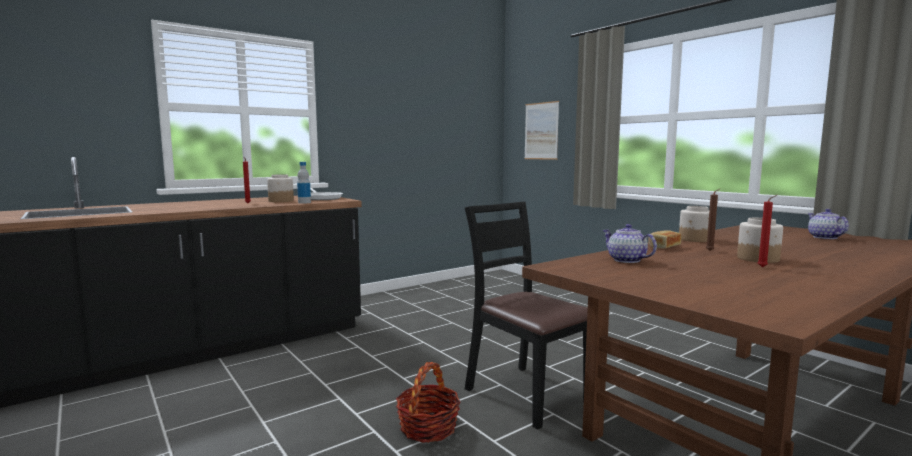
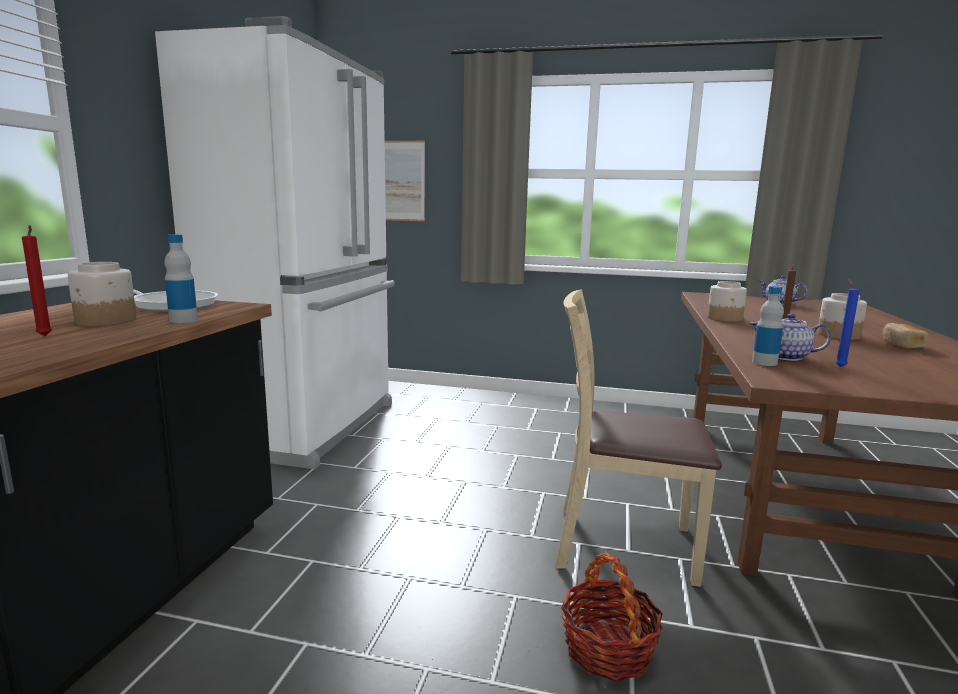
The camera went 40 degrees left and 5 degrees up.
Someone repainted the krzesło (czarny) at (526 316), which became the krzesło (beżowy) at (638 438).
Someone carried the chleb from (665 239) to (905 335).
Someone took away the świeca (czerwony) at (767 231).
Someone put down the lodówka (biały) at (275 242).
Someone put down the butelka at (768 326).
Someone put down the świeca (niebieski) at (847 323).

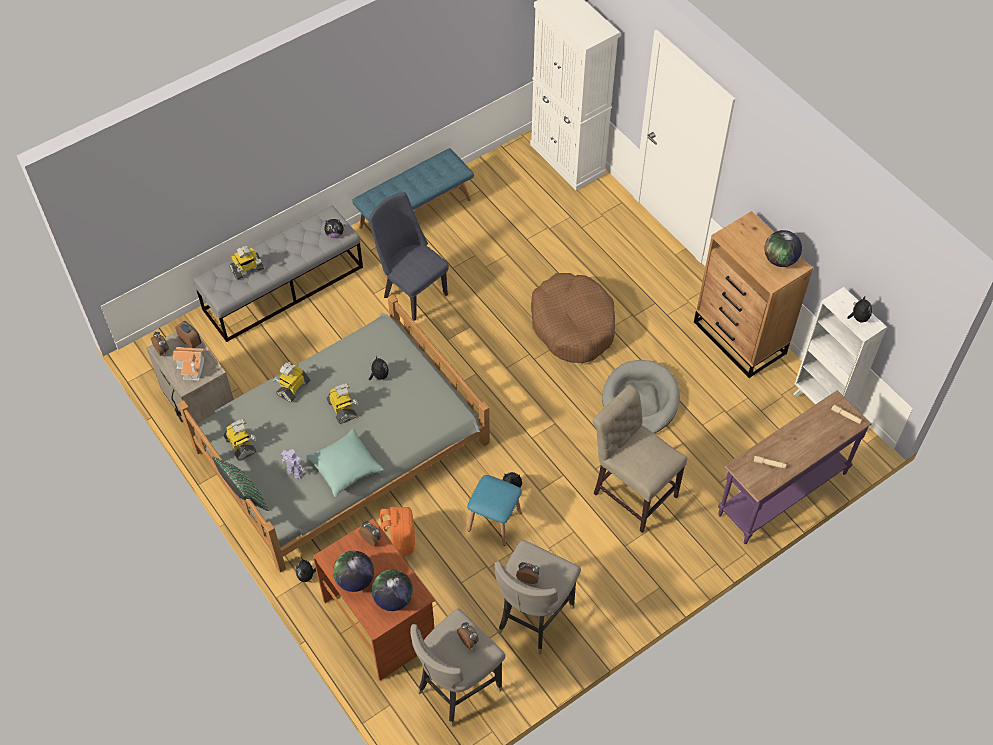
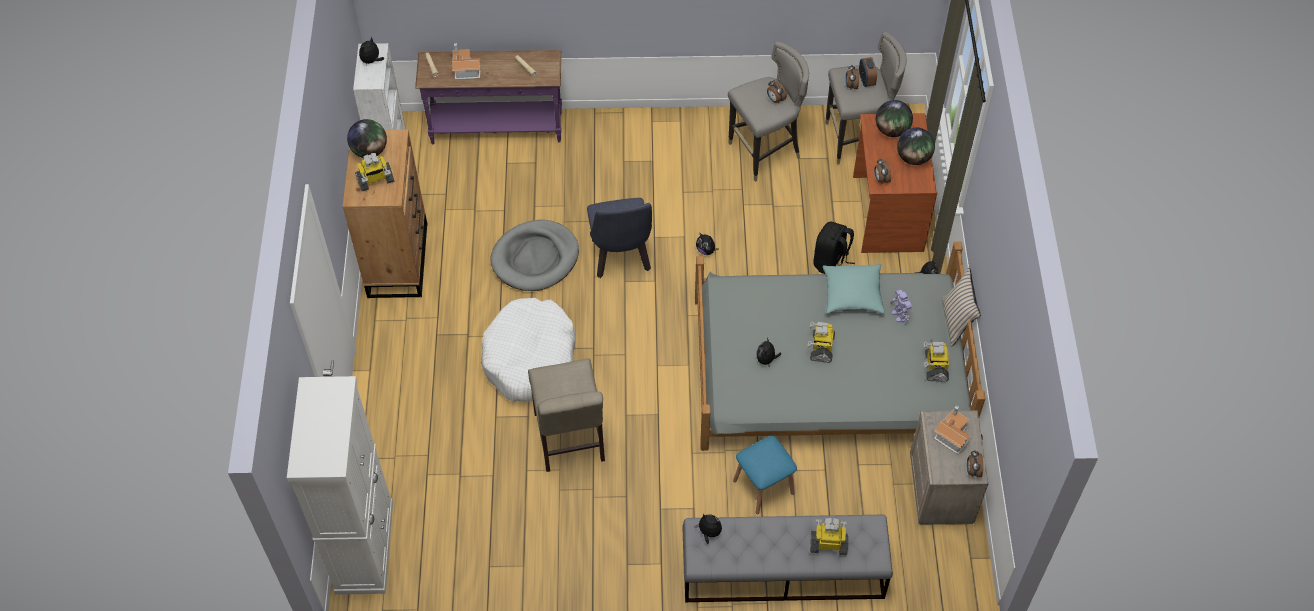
The camera went 145 degrees left and 0 degrees up.
Someone carried the budzik from (188 334) to (868 72).
Someone repainted the poduszka (zielony) at (240 483), which became the poduszka (beżowy) at (961 307).
Someone carried the robot zabawkowy from (291 382) to (374 172).
Someone took away the ławka (niebieski) at (413 190).
Someone carried the krzesło (niebieski) from (409 256) to (619 238).
Someone repainted the plecak (pomarańczowy) at (397 532), which became the plecak (czarny) at (834 247).
Someone carried the stołek (niebieski) from (494 510) to (765 475).
Someone repainted the legowisko (brązowy) at (573 318), which became the legowisko (biały) at (528 350).
Someone carried the krzesło (beżowy) from (640 459) to (566 415).
Someone put down the domek at (466 61).

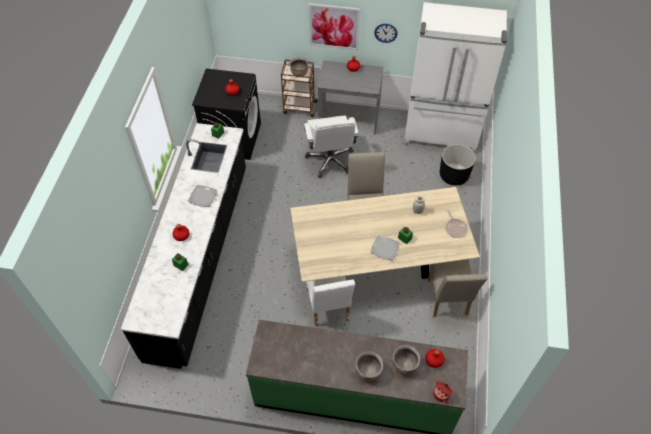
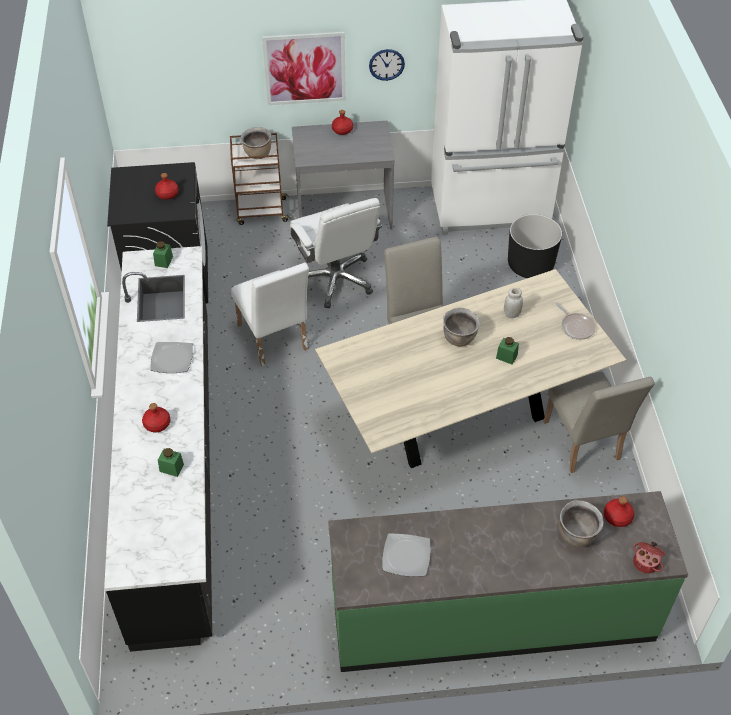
The camera went 15 degrees left and 5 degrees down.
Someone carried the krzesło (biały) from (330 301) to (270 314).
Someone carried the garnek (brązowy) from (369 366) to (461 327).
Someone carried the talerz from (385 247) to (406 555).

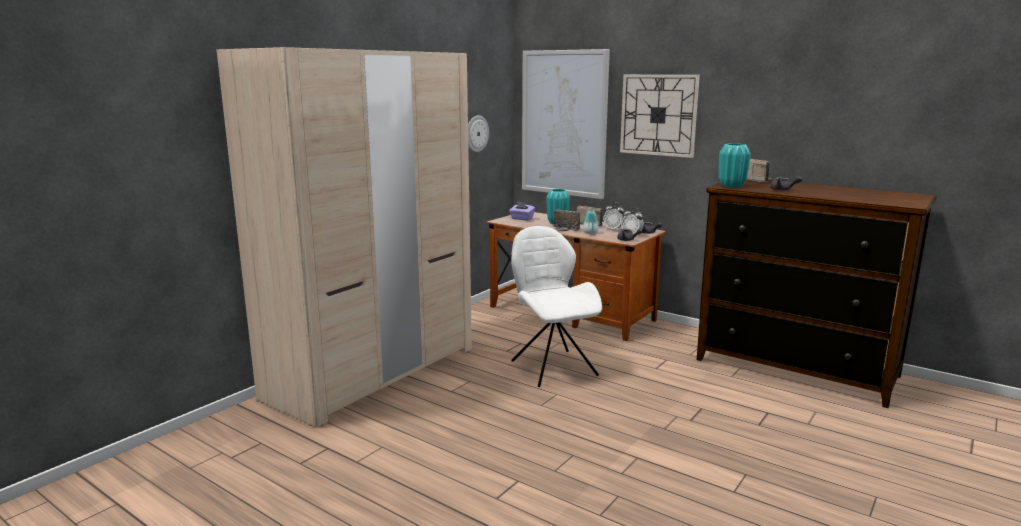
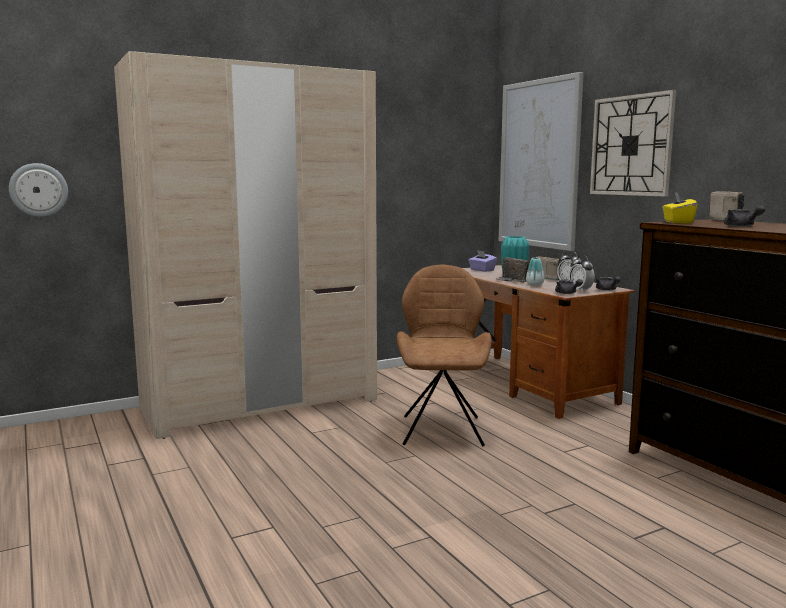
The camera went 25 degrees right and 5 degrees down.
Someone carried the zegar ścienny from (478 133) to (38 190).
Someone repainted the krzesło (biały) at (556 306), which became the krzesło (brązowy) at (444 355).
Someone swapped the wazon (turkusowy) at (735 166) for the pudełko chusteczek (żółty) at (679 207).

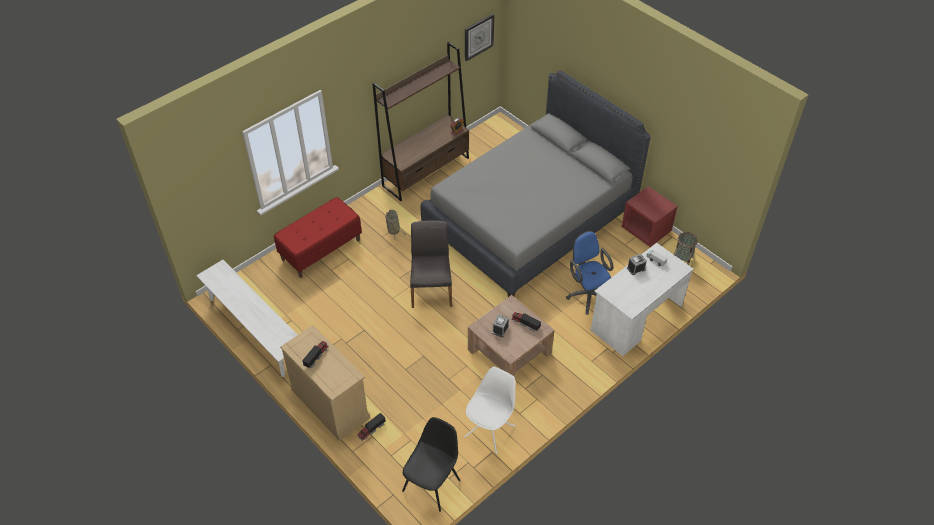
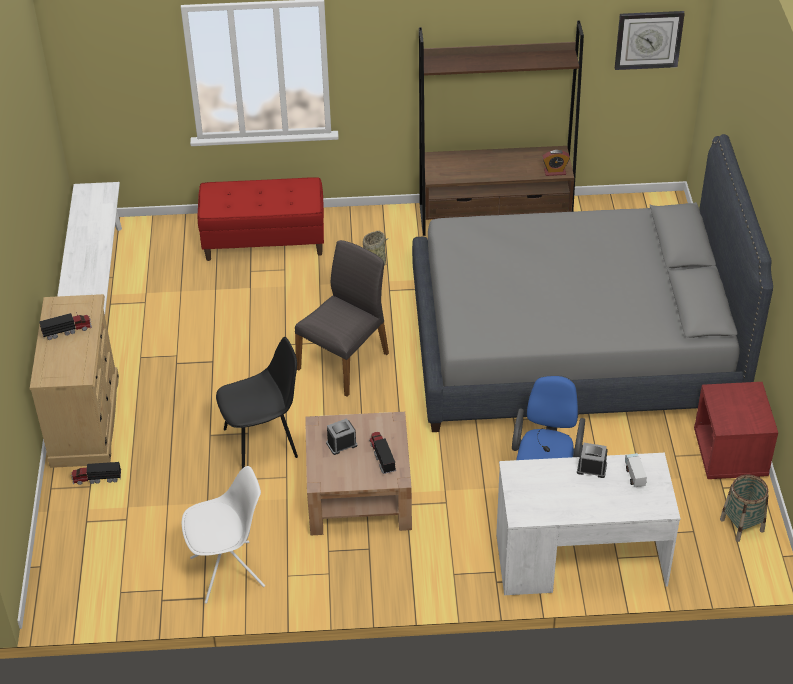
The camera went 40 degrees right and 5 degrees down.
Someone carried the krzesło (czarny) from (431 464) to (257 402).

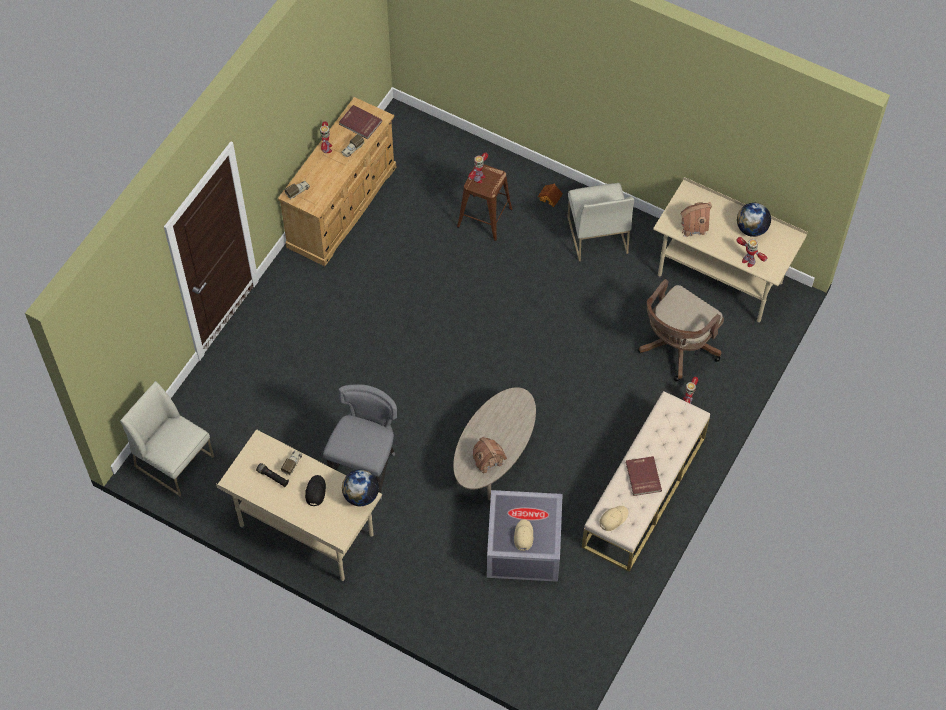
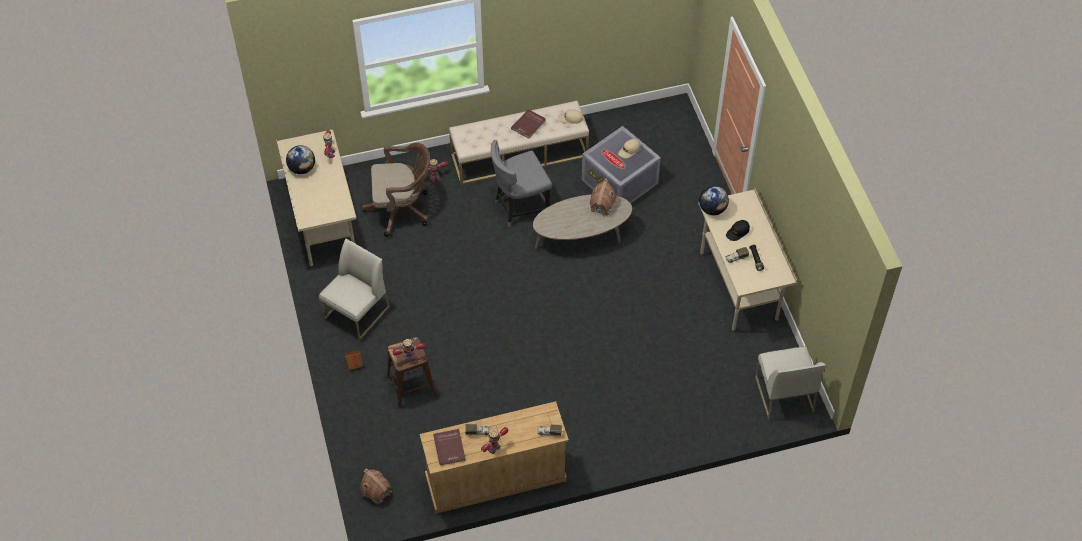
The camera went 135 degrees left and 5 degrees down.
Someone carried the krzesło (szary) from (360 442) to (521 183).
Someone carried the domek from (696 219) to (376 486).

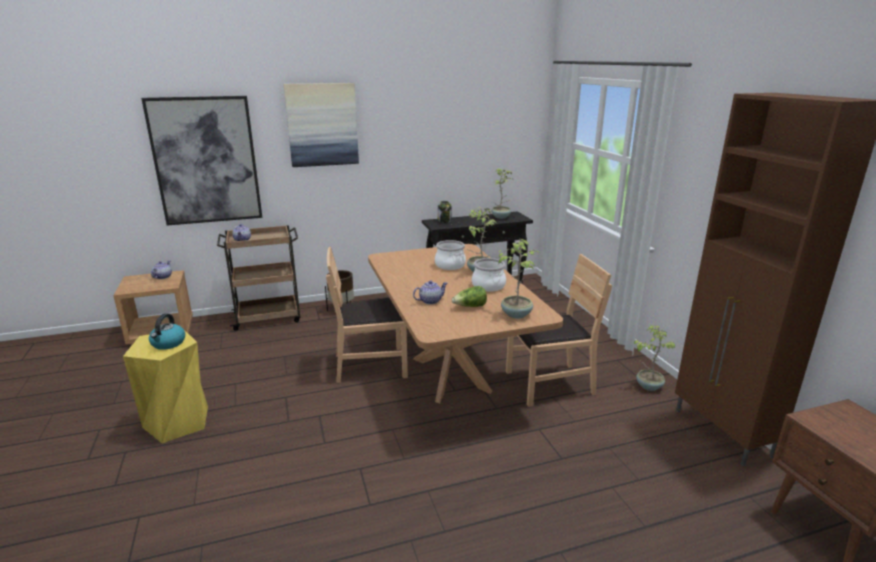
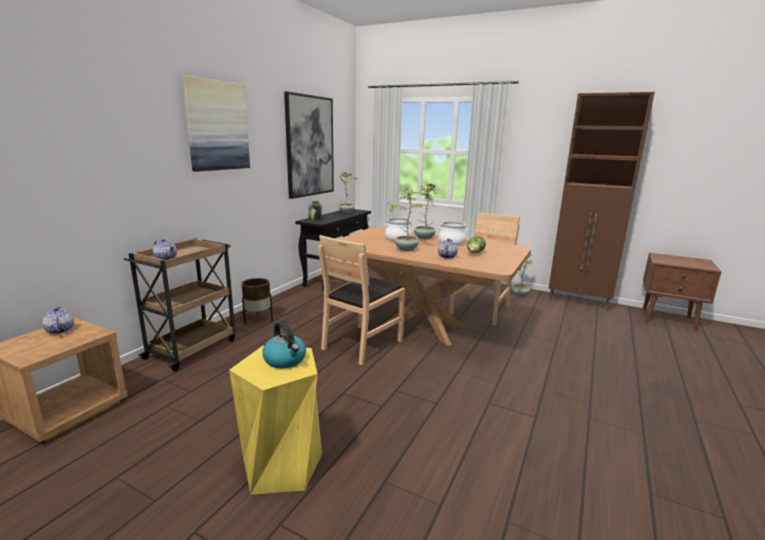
The camera went 45 degrees left and 5 degrees down.
Someone carried the obraz from (201 160) to (309 145).
Someone carried the roślina doniczkowa from (518 279) to (405 220).

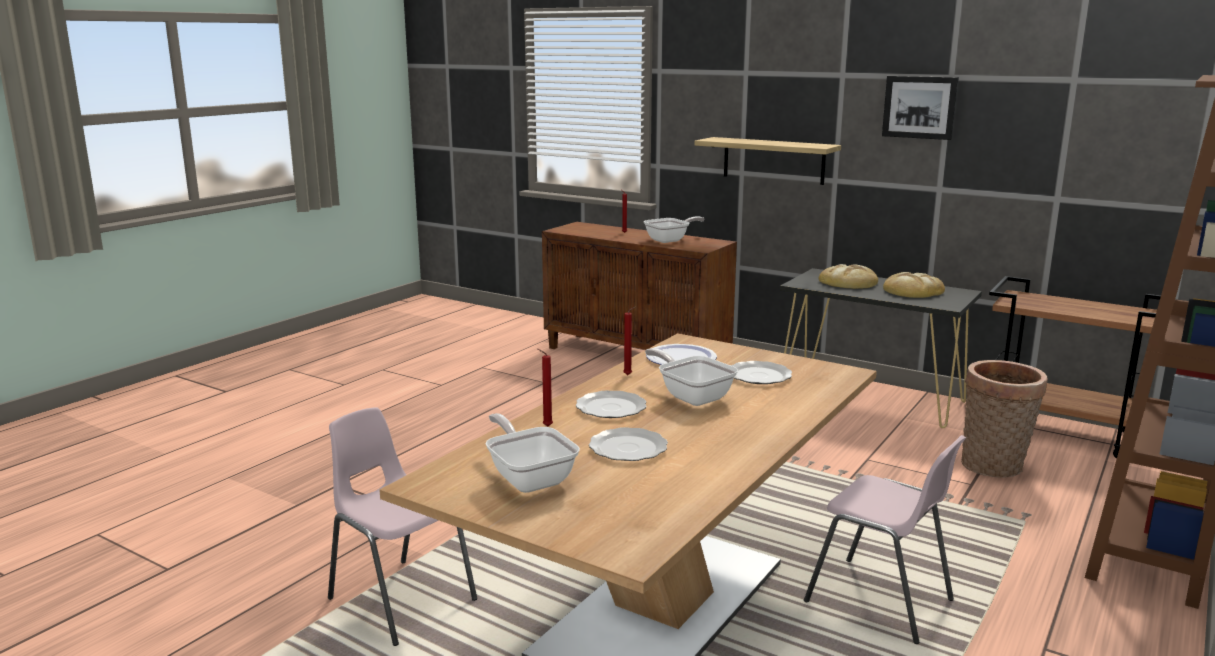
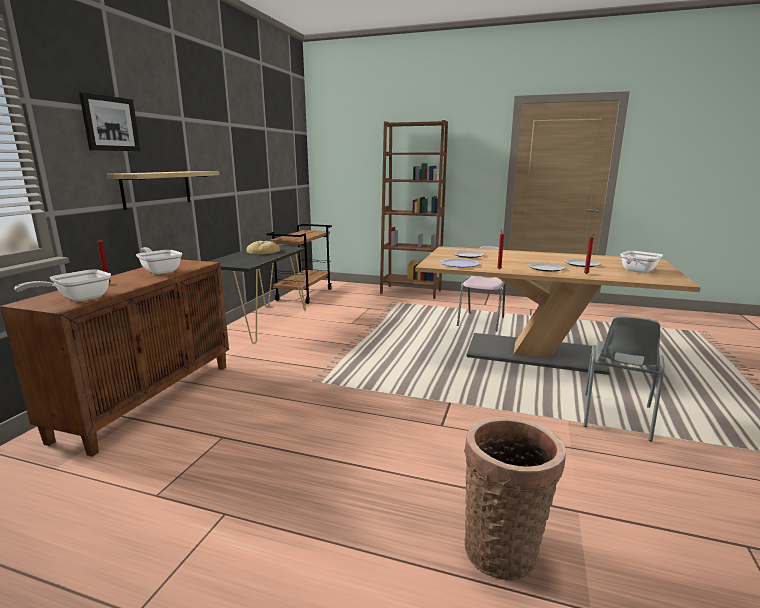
The camera went 105 degrees left and 0 degrees up.
Someone repainted the krzesło (różowy) at (402 526), which became the krzesło (szary) at (624 379).
Someone carried the patelnia from (691 377) to (62 285).
Someone took away the chleb at (848 276).
Someone carried the obraz from (920 108) to (109 121).
Someone carried the koszyk from (1004 419) to (515 498).

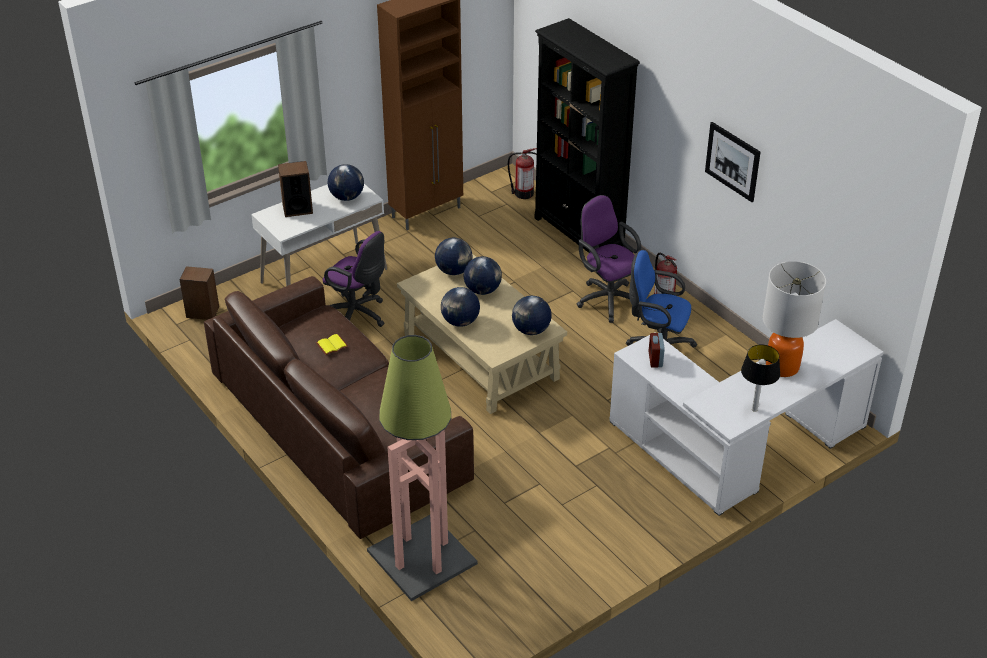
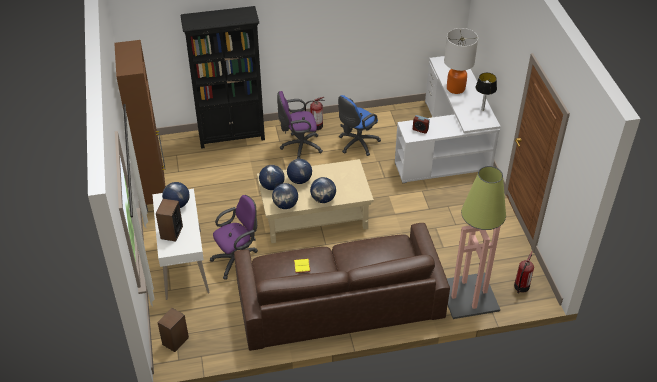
The camera went 65 degrees left and 5 degrees up.
Someone carried the gaśnica from (522 173) to (524 272).
Someone carried the globus from (532 315) to (285 196).
Someone took away the obraz at (733 162).

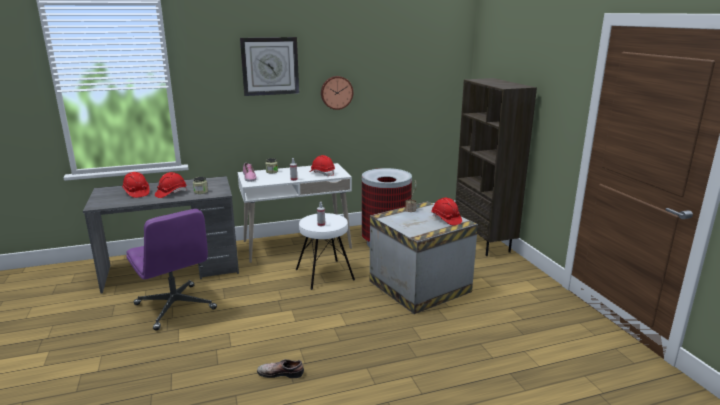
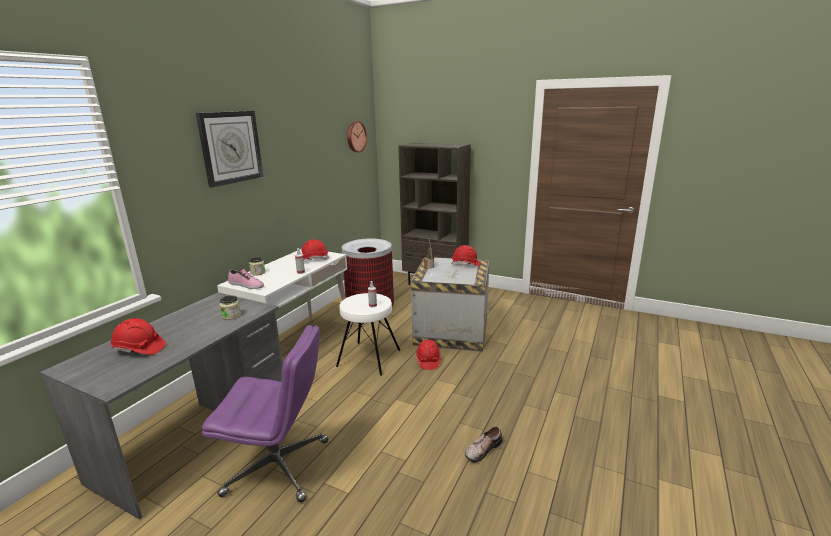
The camera went 45 degrees left and 0 degrees up.
Someone carried the kask (czerwony) from (171 185) to (428 355).
Someone carried the zegar ścienny from (337 93) to (357 136).

